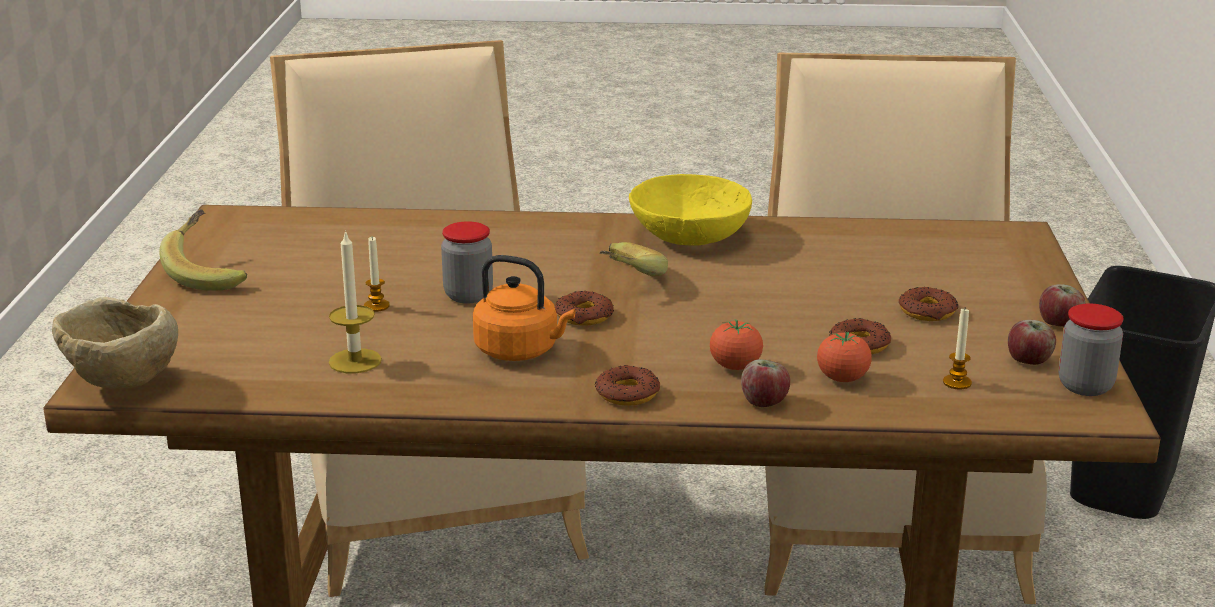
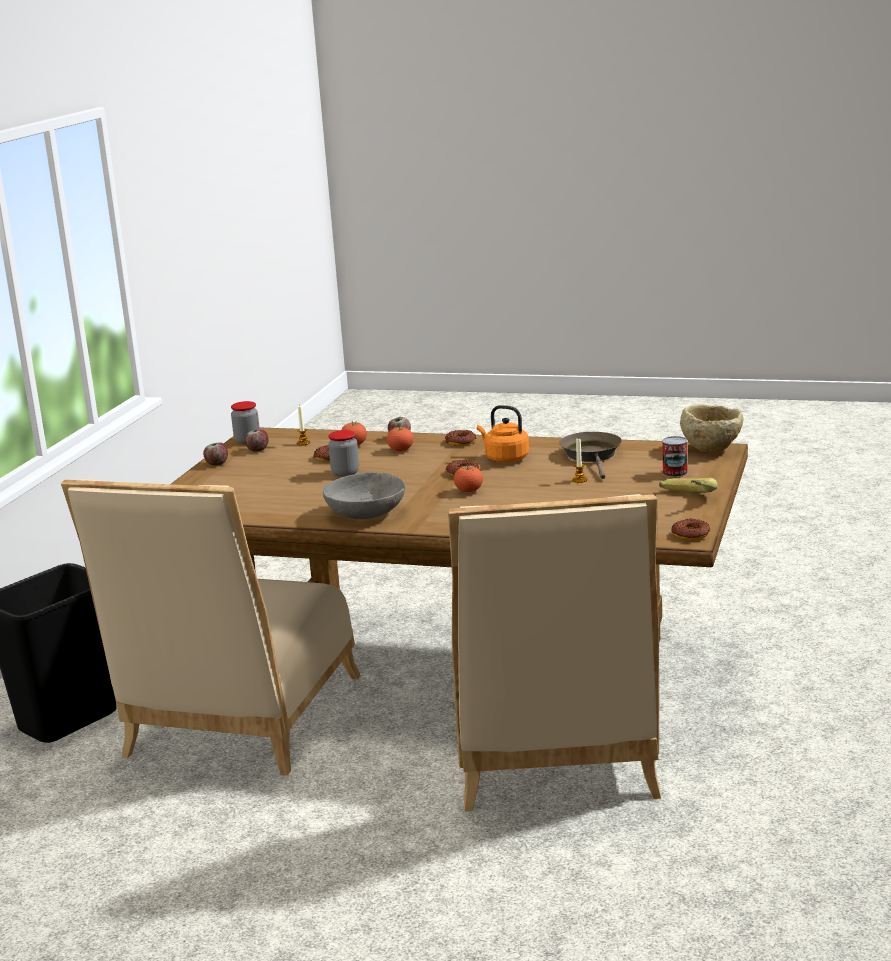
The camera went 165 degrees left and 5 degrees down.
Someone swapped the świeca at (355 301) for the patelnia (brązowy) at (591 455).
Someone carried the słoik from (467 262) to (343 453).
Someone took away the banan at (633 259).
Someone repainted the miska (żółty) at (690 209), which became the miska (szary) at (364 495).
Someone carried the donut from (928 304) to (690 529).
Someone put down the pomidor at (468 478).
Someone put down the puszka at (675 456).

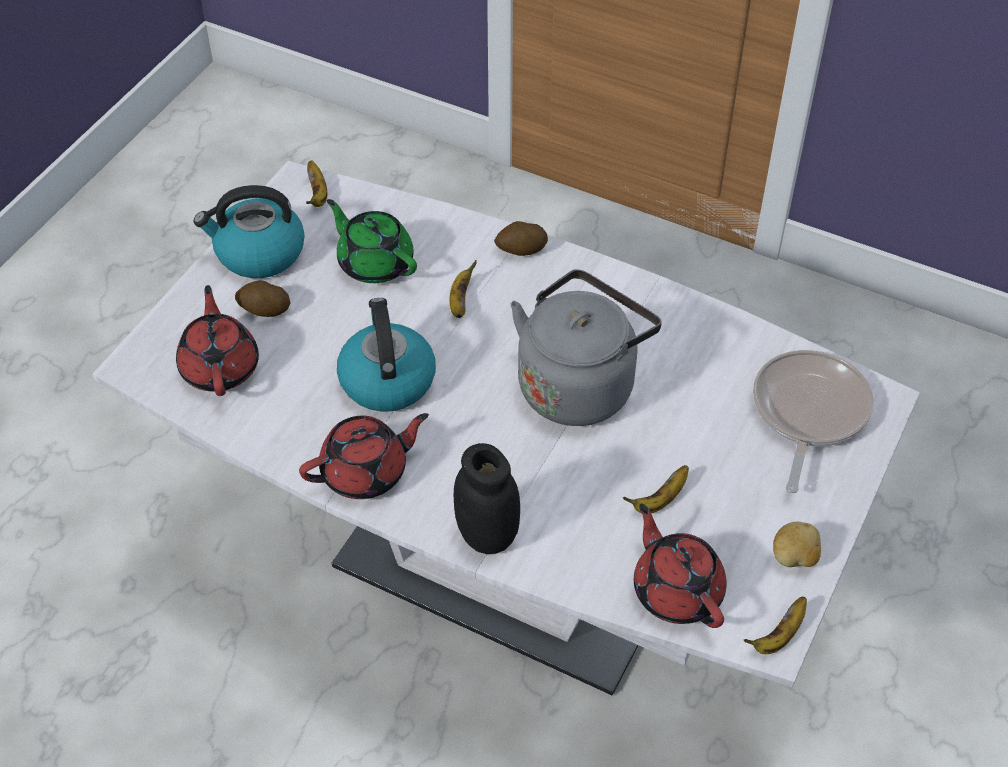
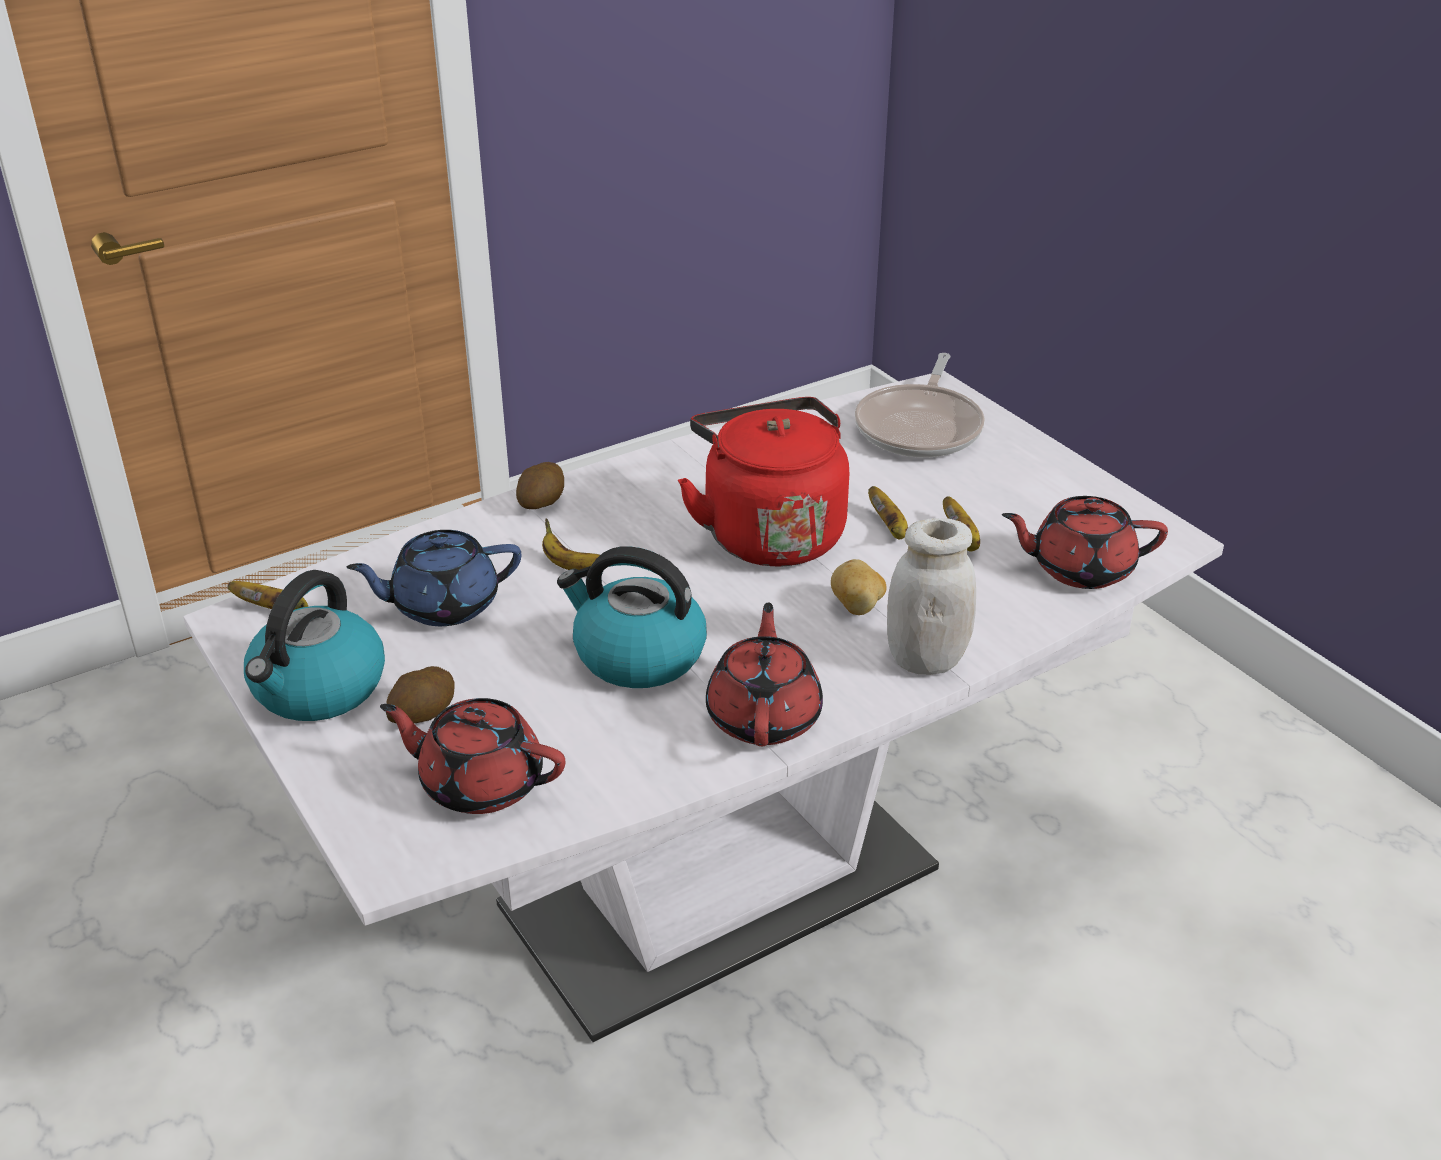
The camera went 60 degrees left and 15 degrees down.
Someone repainted the imbryk (zielony) at (372 241), which became the imbryk (niebieski) at (433 578).
Someone repainted the słoik (czarny) at (487 498), which became the słoik (biały) at (931 596).
Someone repainted the czajnik (szary) at (586 347), which became the czajnik (czerwony) at (763 482).
Someone carried the banan from (775 625) to (888 513).
Someone rotated the patelnia at (813 421) by 120 degrees counterclockwise.
Someone carried the ziemniak from (797 544) to (858 587).

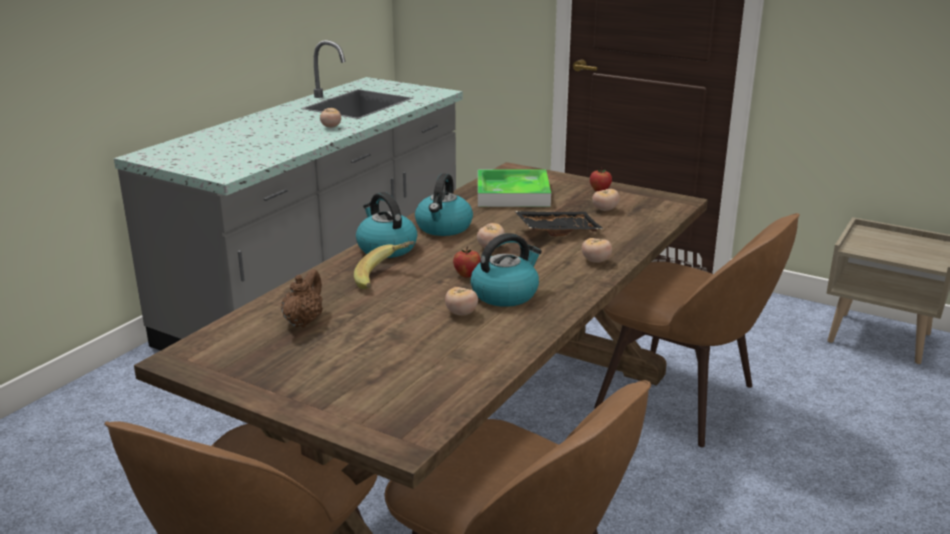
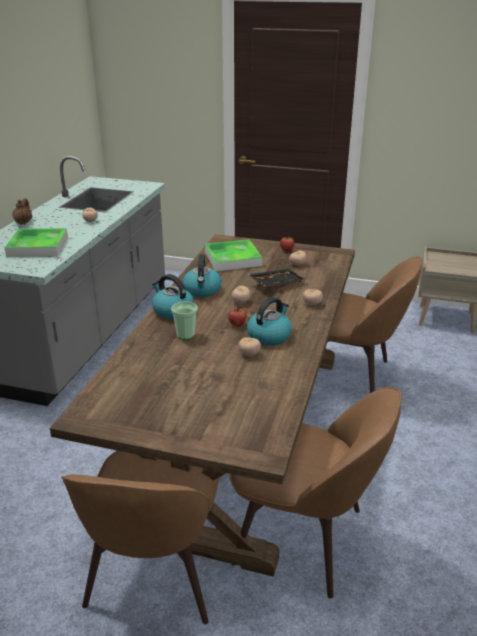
The camera went 15 degrees left and 5 degrees up.
Someone carried the imbryk (brązowy) from (302 298) to (22 211).
Someone swapped the banan at (384 265) for the filiżanka at (184 320).
Someone put down the taca at (36 242).

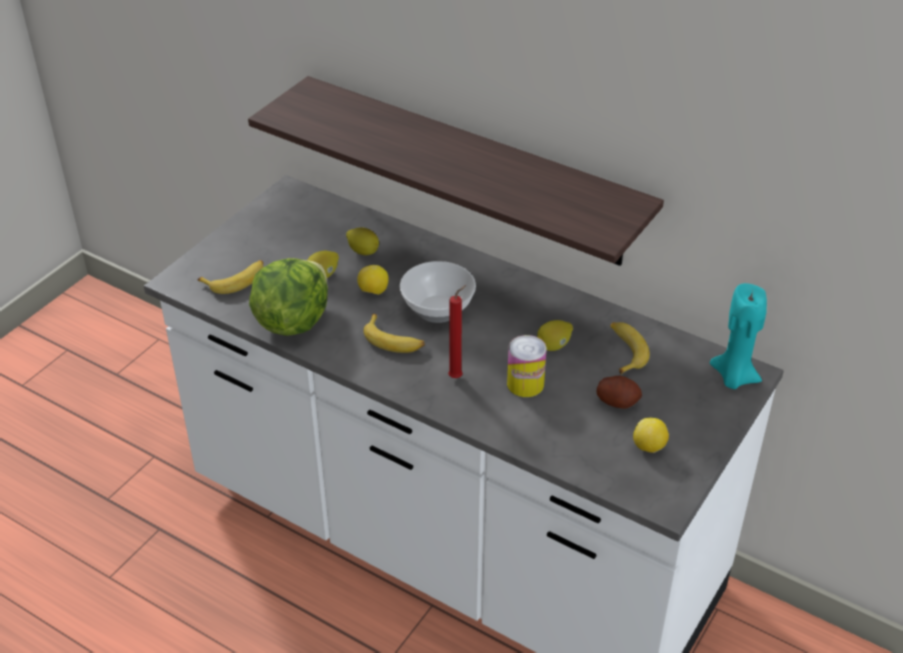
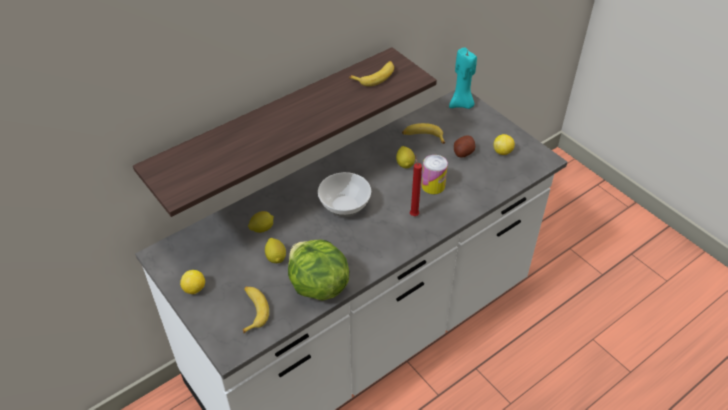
The camera went 70 degrees left and 5 degrees up.
Someone carried the cytryna from (373 280) to (192 282).
Someone carried the banan from (394 333) to (371 73).

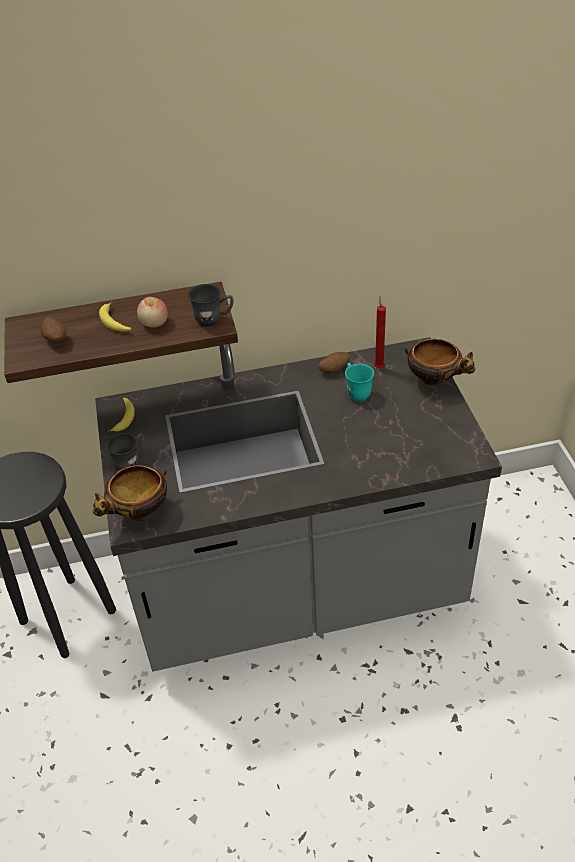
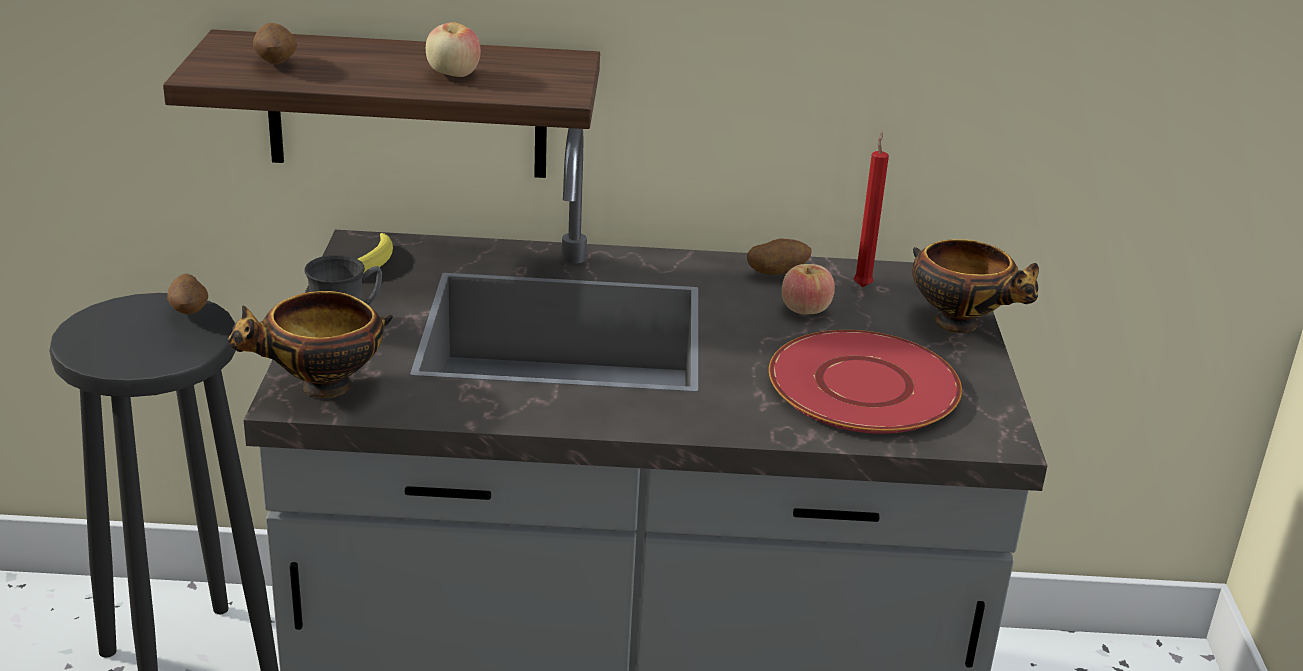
The camera went 10 degrees right and 15 degrees down.
Someone took away the banan at (115 316).
Someone took away the kubek (szary) at (210 305).
Someone swapped the kubek (turkusowy) at (359 382) for the jabłko at (808 289).
Someone put down the ziemniak at (187 294).
Someone put down the talerz (czerwony) at (865 382).

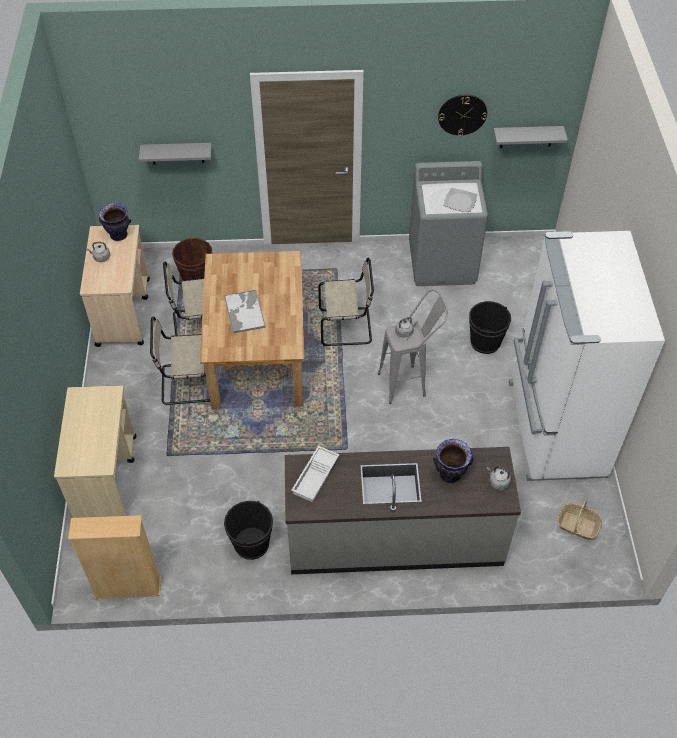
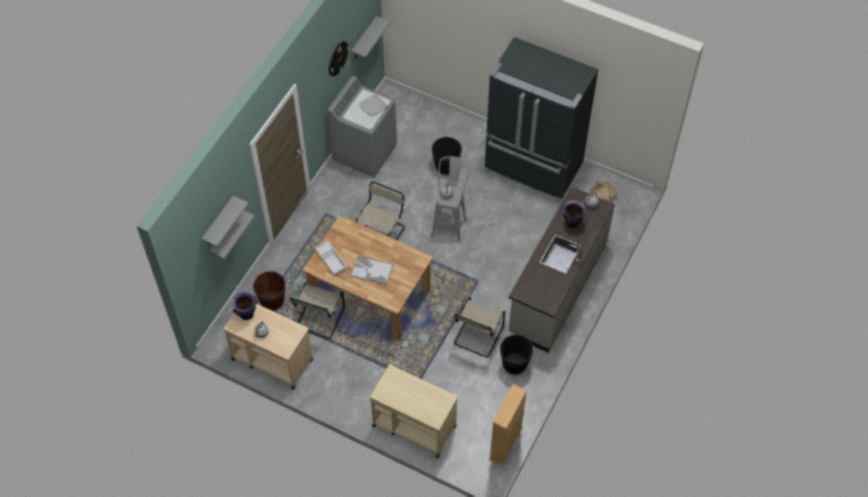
The camera went 60 degrees left and 5 degrees up.
Someone carried the krzesło (beżowy) from (180 360) to (479 327).
Someone carried the taca (biały) from (315 474) to (330 258).
Someone repainted the lodówka (biały) at (587 356), which became the lodówka (czarny) at (541 119).
Someone put up the półka (szary) at (225 221).

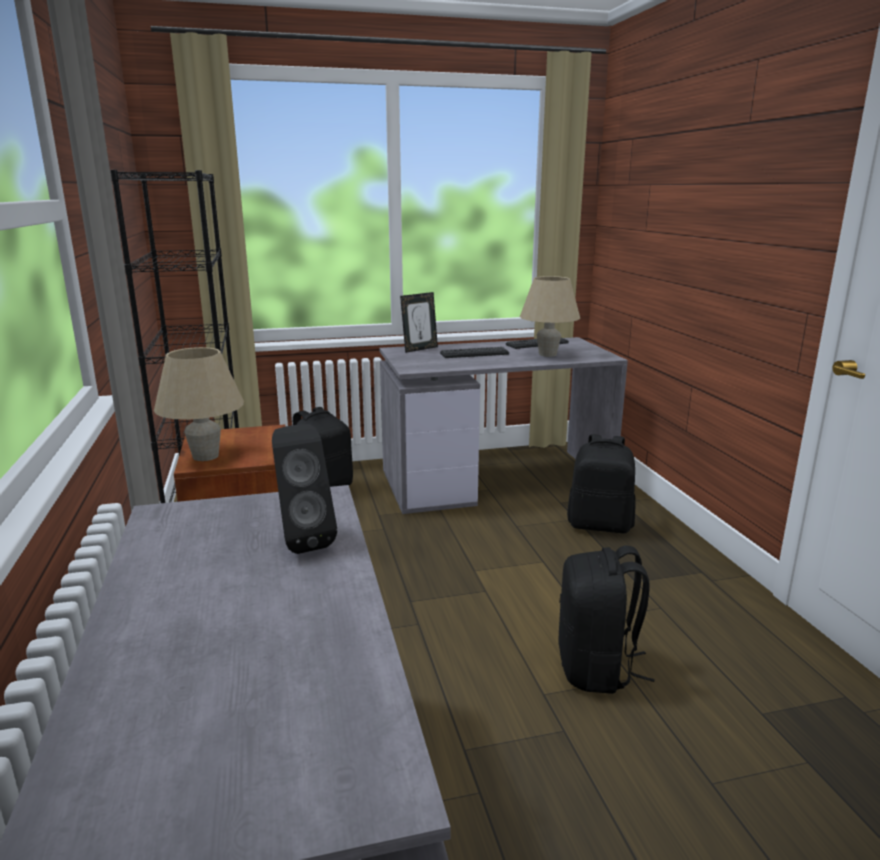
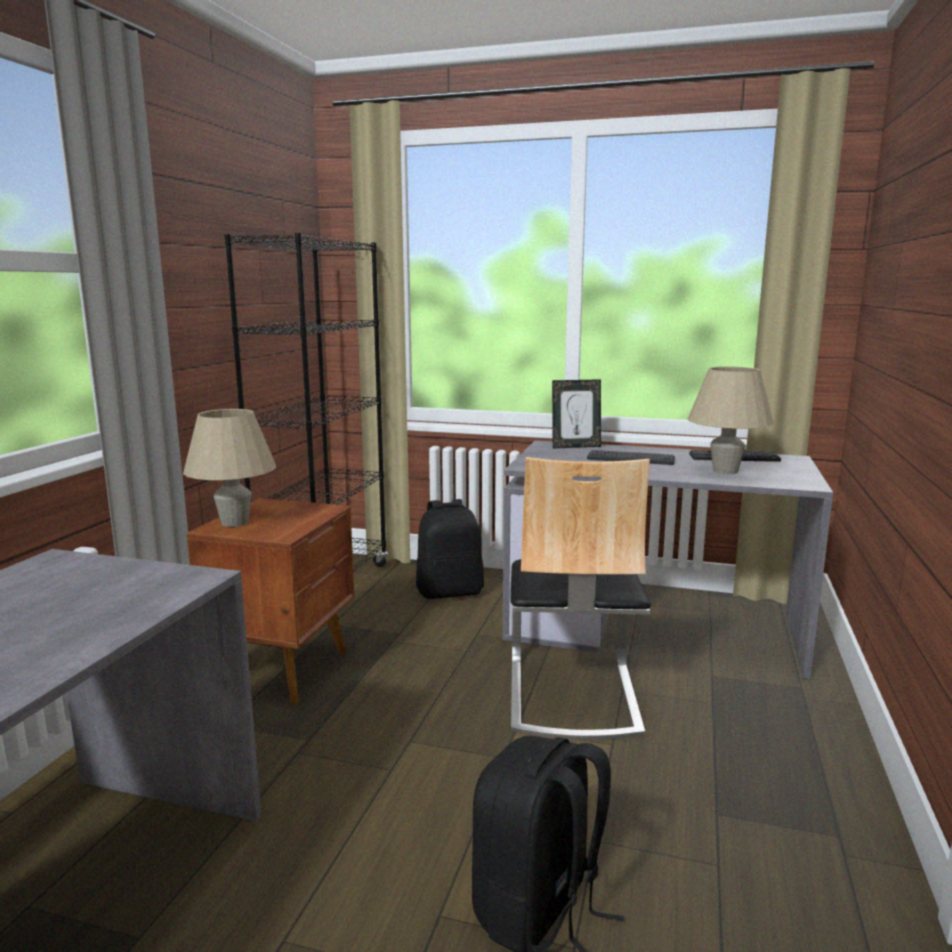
The camera went 30 degrees right and 5 degrees down.
Someone took away the głośnik (czarny) at (304 489).
Someone took away the plecak (czarny) at (601 483).
Someone put down the krzesło at (580 598).

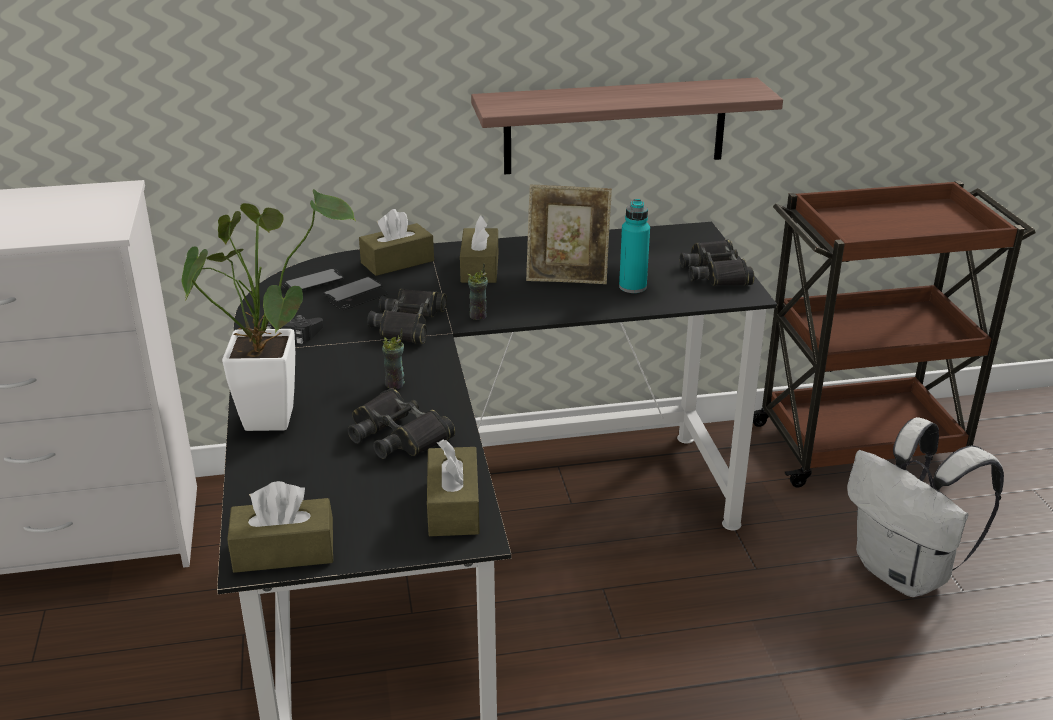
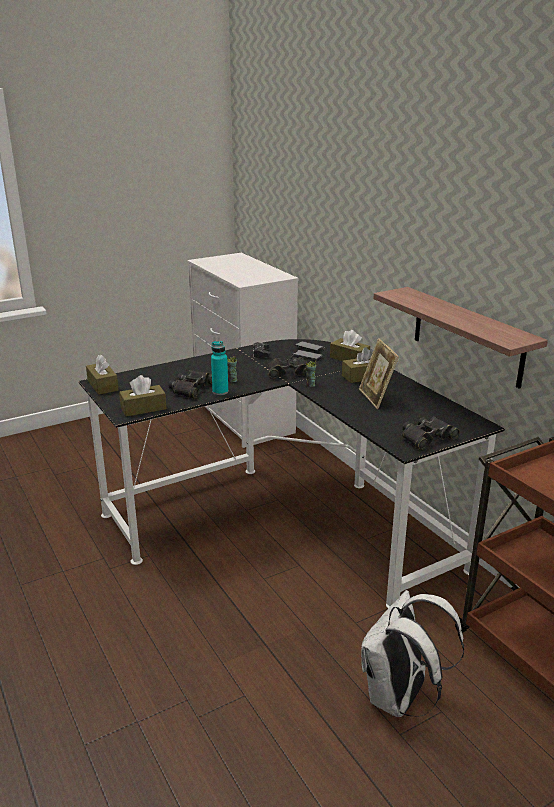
The camera went 70 degrees right and 5 degrees down.
Someone took away the roślina doniczkowa at (269 310).
Someone carried the butelka (turkusowy) from (634 246) to (219 368).

